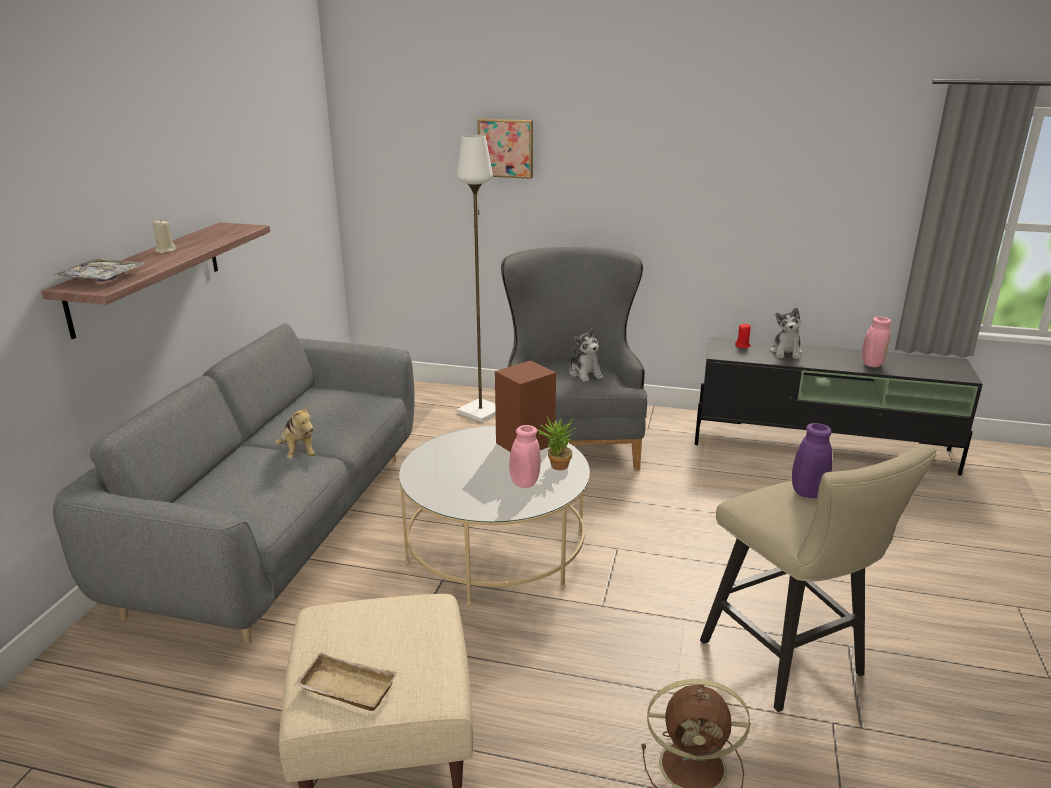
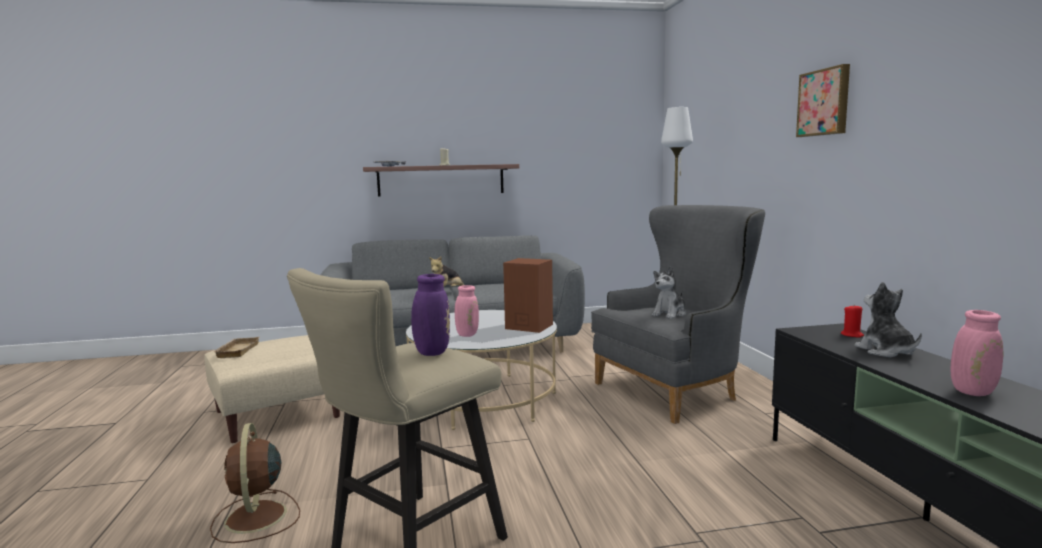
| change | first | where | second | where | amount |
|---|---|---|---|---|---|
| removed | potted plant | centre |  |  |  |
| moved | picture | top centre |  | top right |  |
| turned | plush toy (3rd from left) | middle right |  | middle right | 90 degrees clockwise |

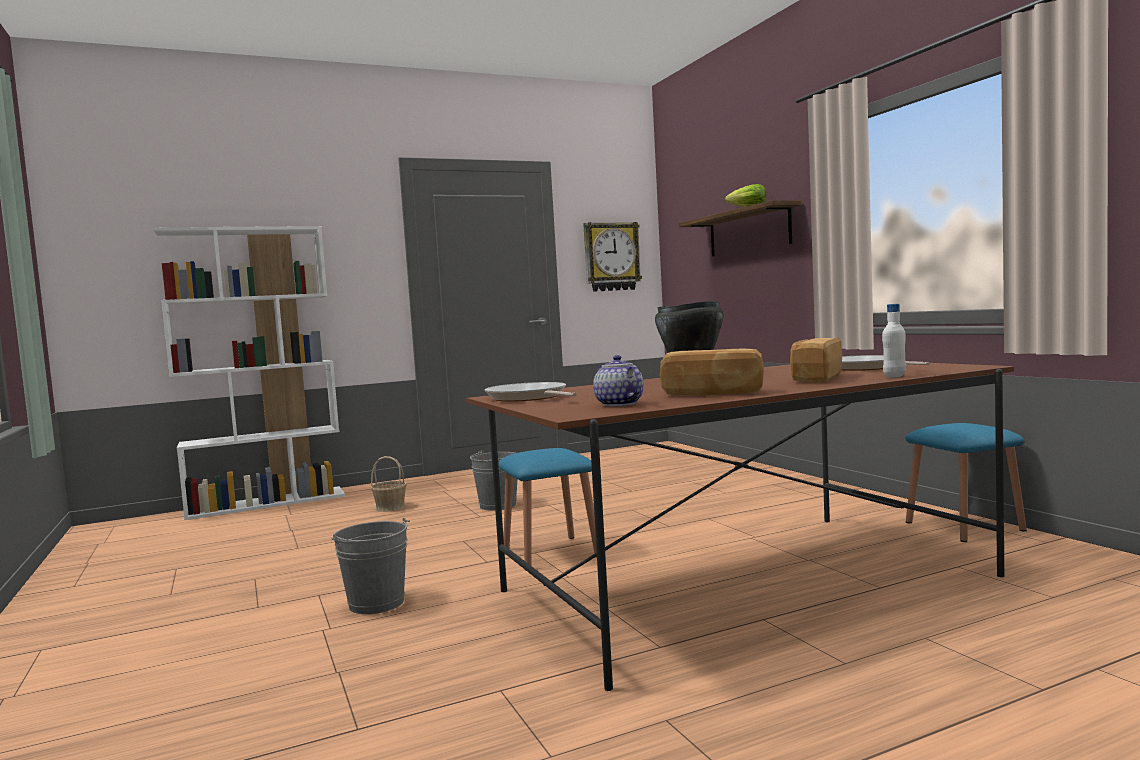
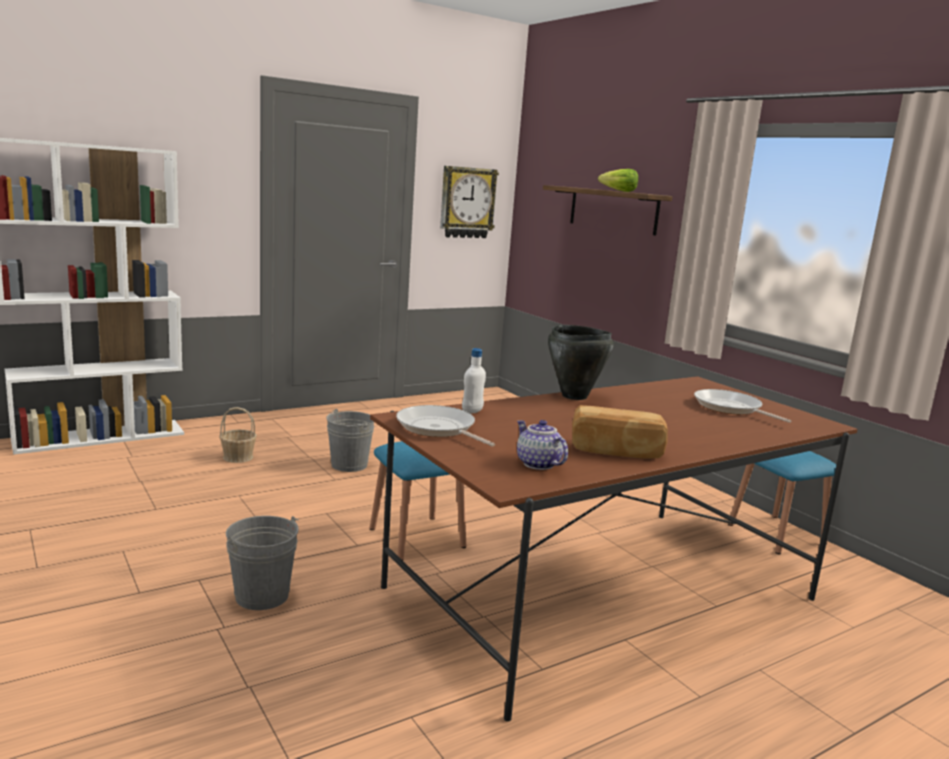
| change | first | where | second | where | amount |
|---|---|---|---|---|---|
| removed | bread (2nd from left) | middle right |  |  |  |
| moved | white bottle | middle right |  | centre |  |

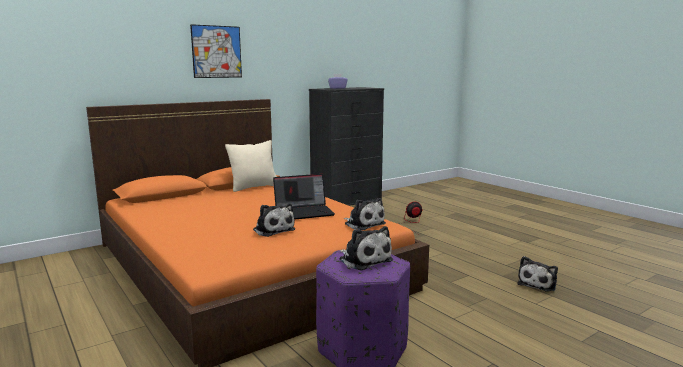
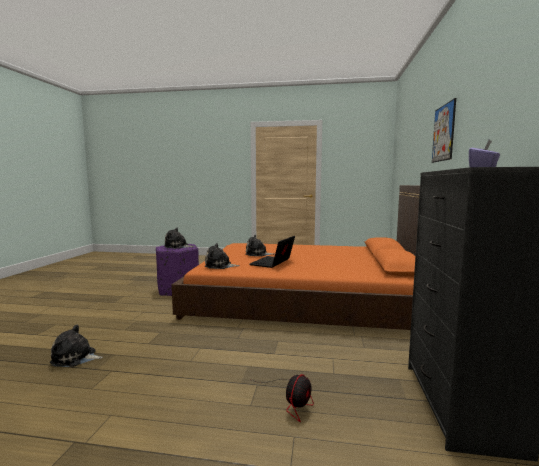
| change | first | where | second | where | amount |
|---|---|---|---|---|---|
| removed | beige pillow | centre |  |  |  |
| turned | plush toy (4th from left in the first image) | bottom right | plush toy (1st from left) | bottom left | 75 degrees counterclockwise |

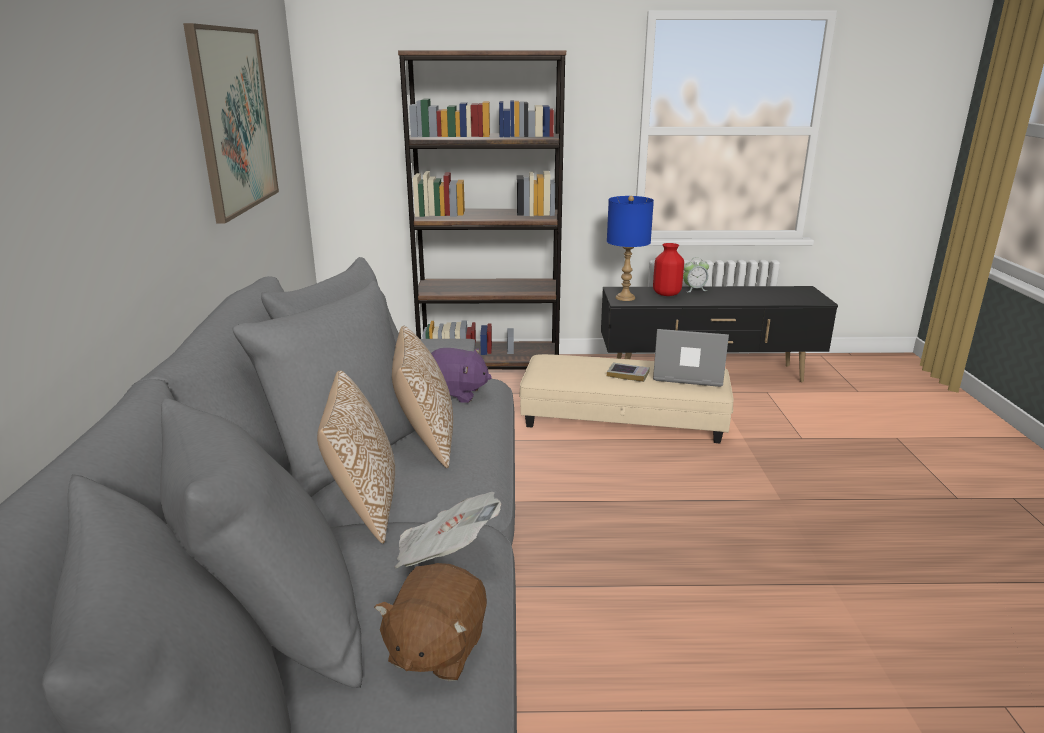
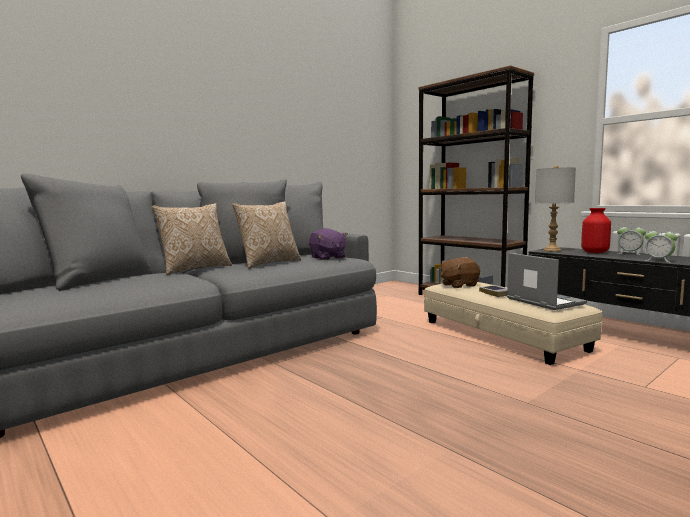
| change | first | where | second | where | amount |
|---|---|---|---|---|---|
| removed | picture | top left |  |  |  |
| removed | newspaper | bottom centre |  |  |  |
| added |  |  | alarm clock (2nd from left) | middle right |  |
| moved | brown plush toy | bottom centre |  | middle right |  |
| recoloured | blue table lamp | centre | grey table lamp | middle right |  |

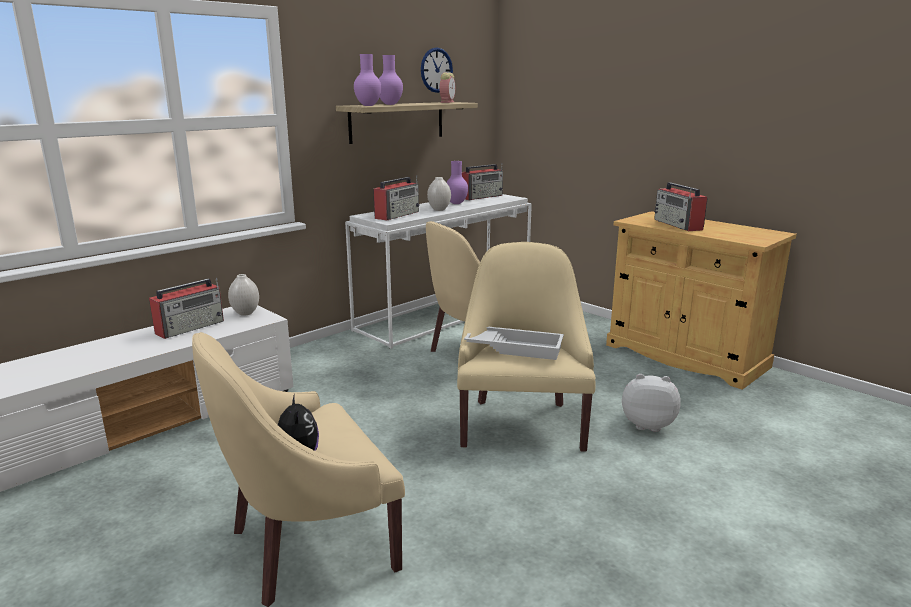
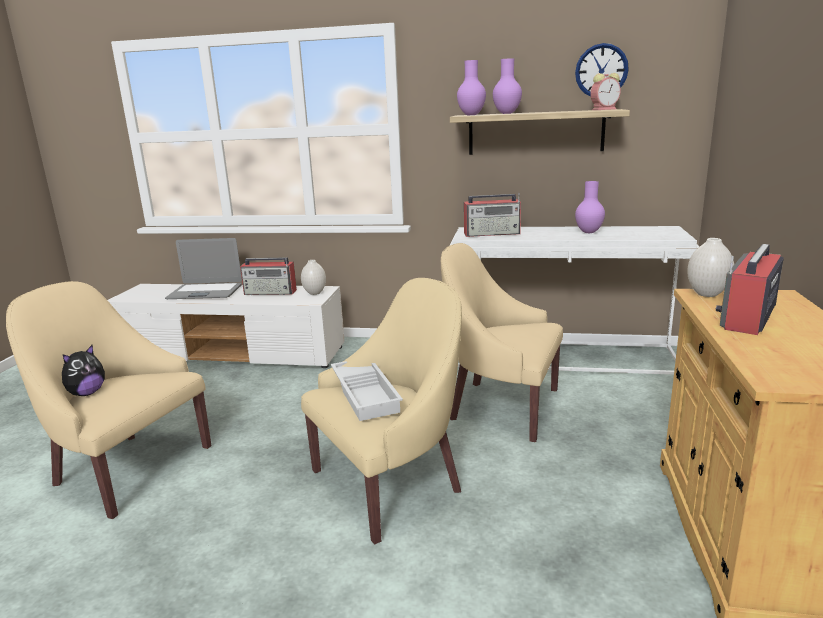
| change | first | where | second | where | amount |
|---|---|---|---|---|---|
| removed | radio (3rd from left) | top centre |  |  |  |
| removed | plush toy (2nd from left) | middle right |  |  |  |
| added |  |  | laptop | middle left |  |
| moved | white vase (2nd from left) | top centre |  | middle right |  |

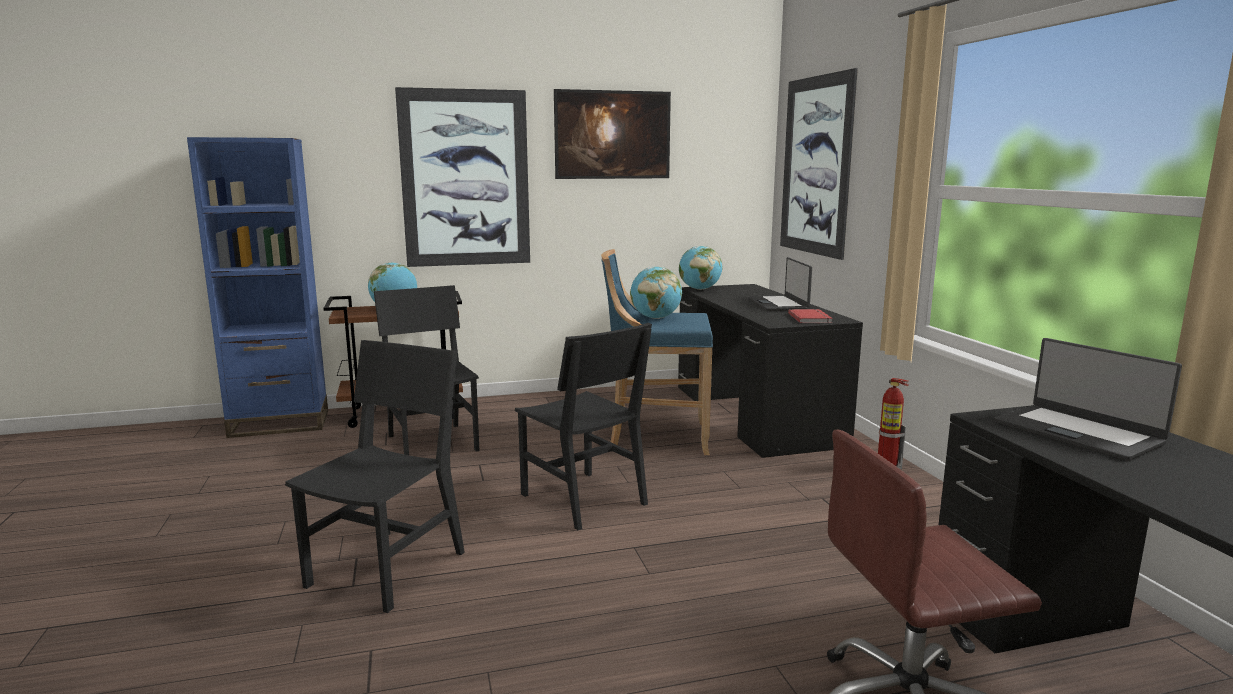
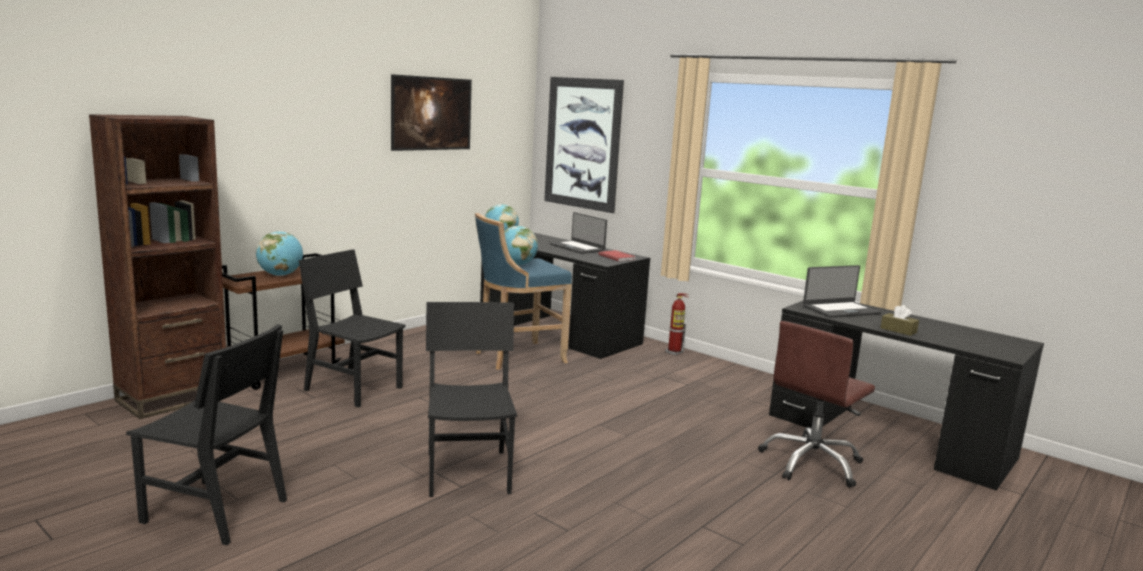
| change | first | where | second | where | amount |
|---|---|---|---|---|---|
| removed | picture (1st from left) | top centre |  |  |  |
| added |  |  | brown tissue box | middle right |  |
| moved | black chair (3rd from left in the first image) | centre | black chair (1st from left) | bottom left |  |
| recoloured | blue bookcase | middle left | brown bookcase | middle left |  |
| turned | laptop (2nd from left) | middle right |  | middle right | 45 degrees counterclockwise |

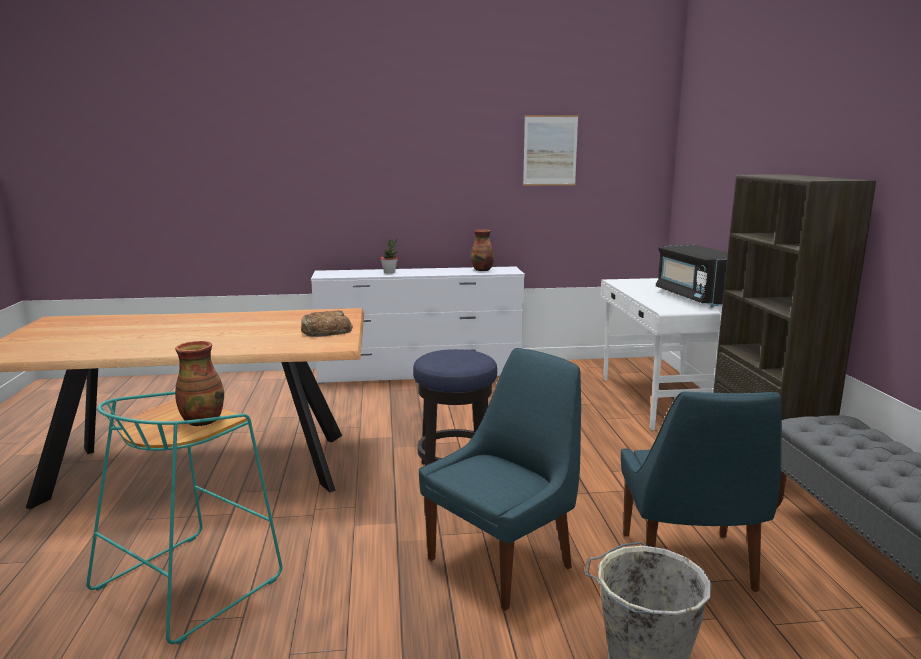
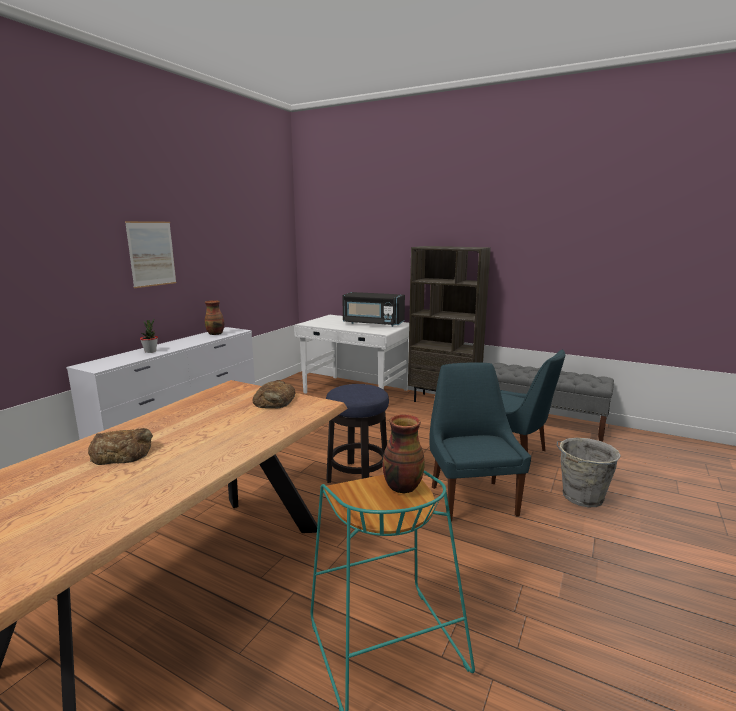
| change | first | where | second | where | amount |
|---|---|---|---|---|---|
| added |  |  | bread (1st from left) | middle left |  |
| moved | picture | top centre |  | middle left |  |

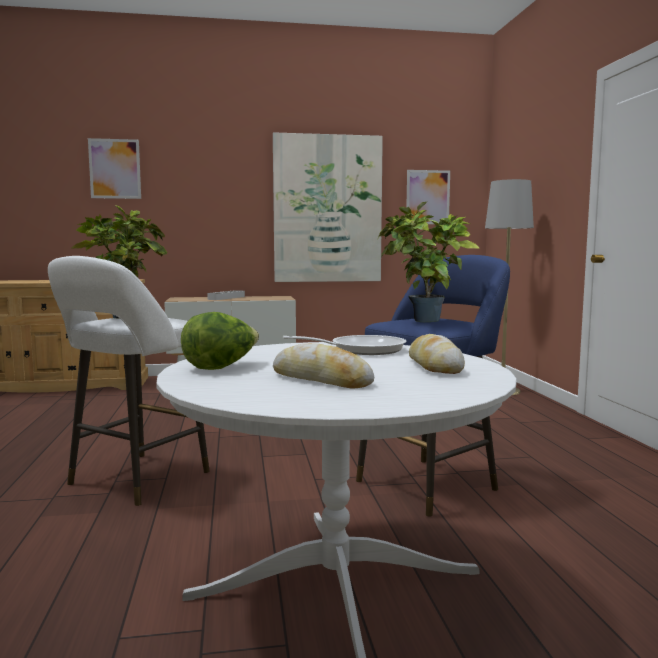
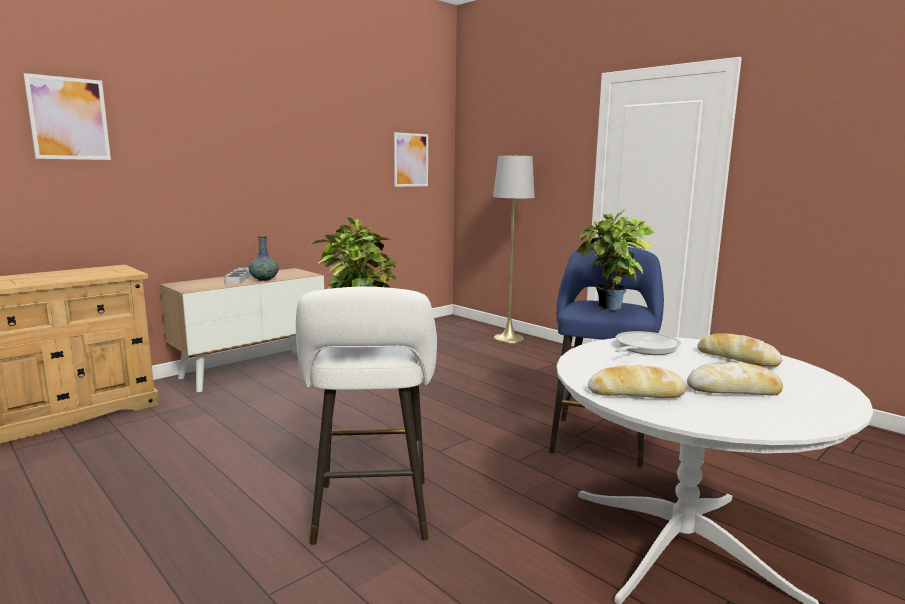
| change | first | where | second | where | amount |
|---|---|---|---|---|---|
| removed | picture (2nd from left) | top centre |  |  |  |
| added |  |  | vase | middle left |  |
| replaced | lettuce | centre | bread (1st from left) | middle right |  |

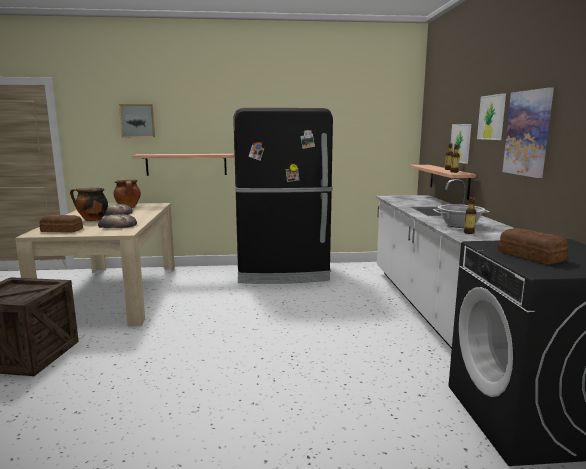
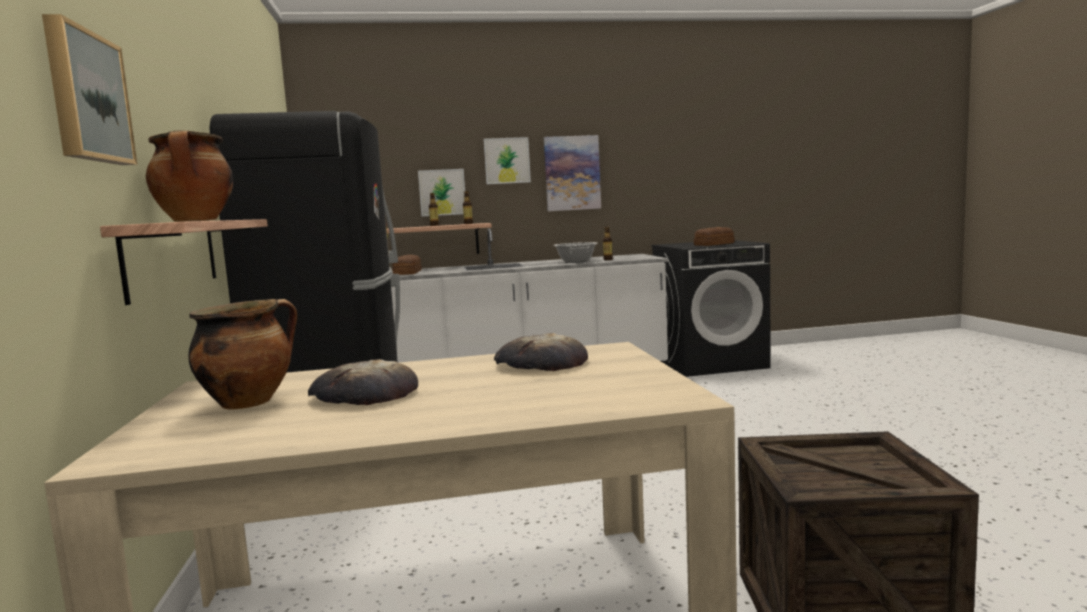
| change | first | where | second | where | amount |
|---|---|---|---|---|---|
| moved | bread (1st from left in the first image) | middle left | bread (2nd from left) | centre |  |
| moved | cooking pot (1st from left) | middle left |  | top left |  |

